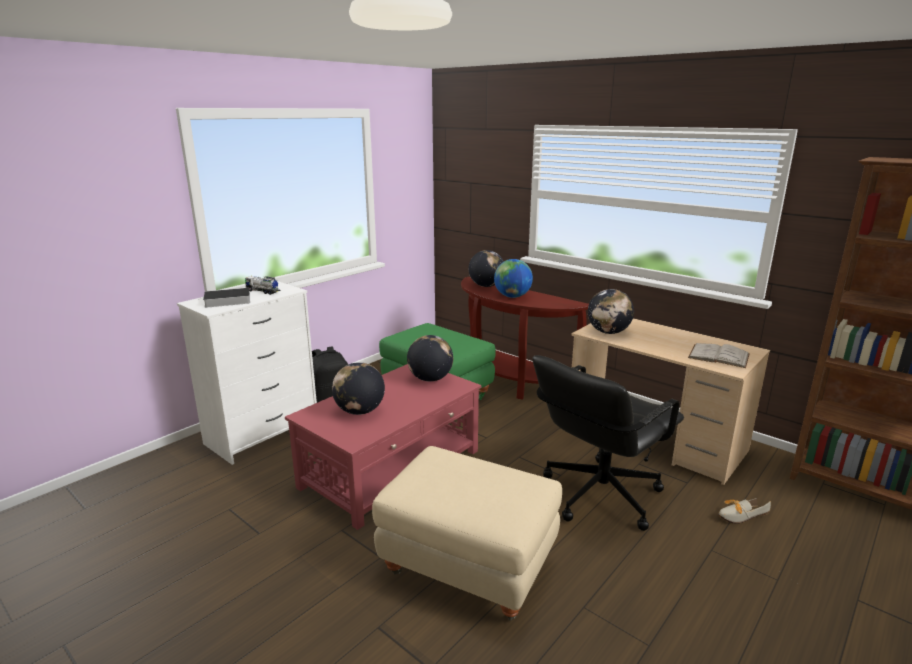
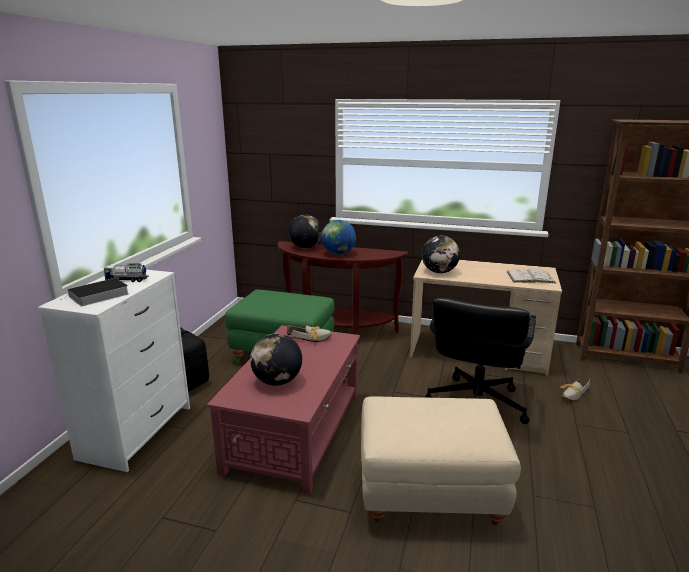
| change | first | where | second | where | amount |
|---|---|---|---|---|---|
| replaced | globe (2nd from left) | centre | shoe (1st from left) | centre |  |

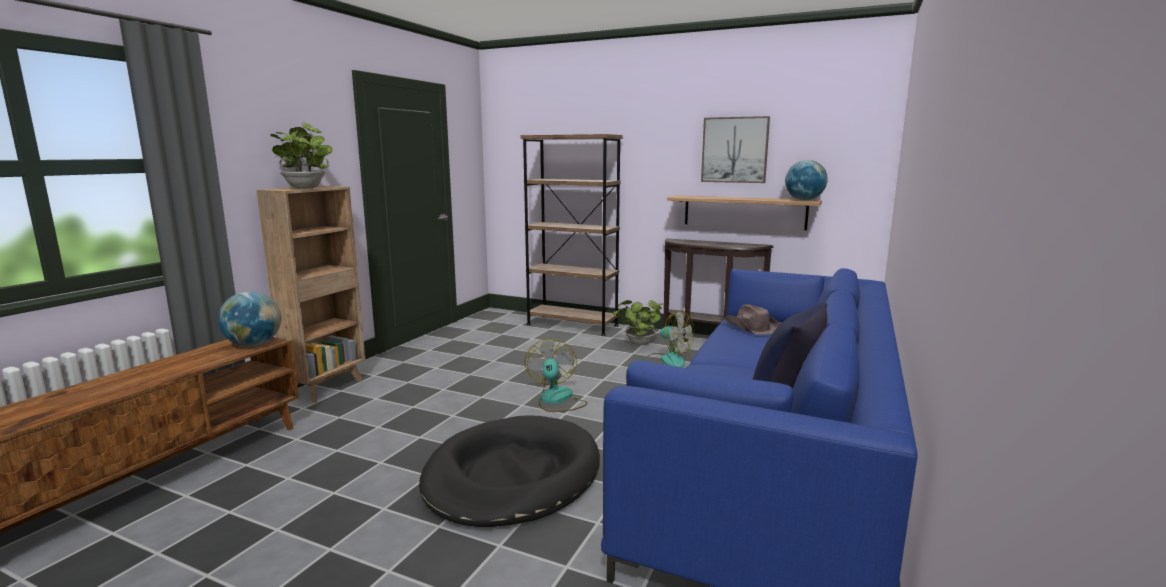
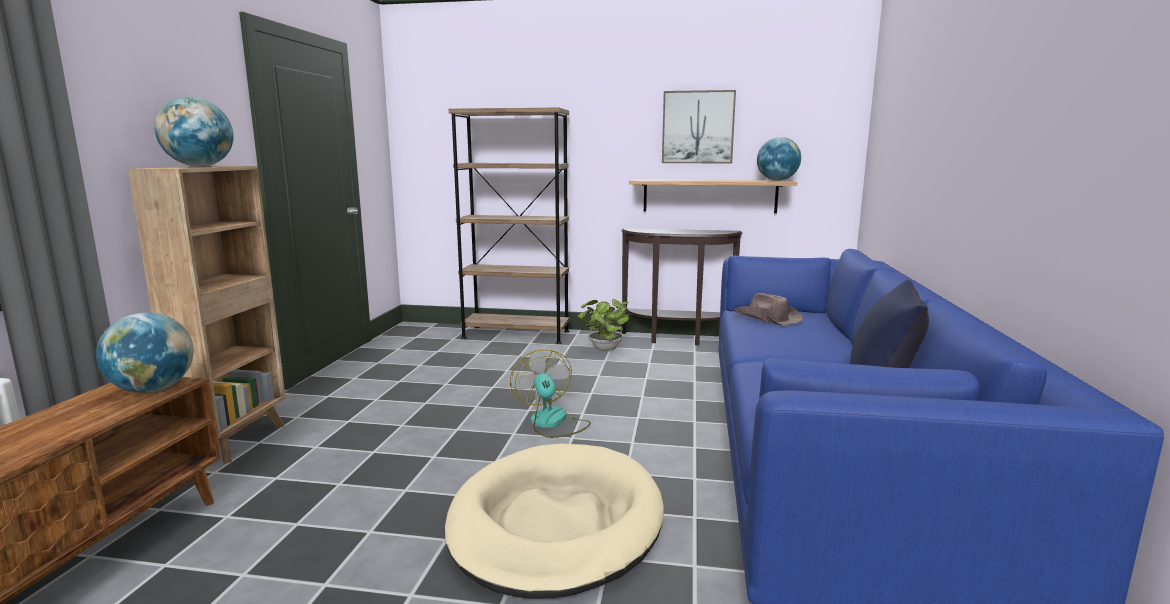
| change | first | where | second | where | amount |
|---|---|---|---|---|---|
| removed | fan (2nd from left) | centre |  |  |  |
| replaced | potted plant (1st from left) | top left | globe (2nd from left) | top left |  |
| recoloured | black dog bed | bottom centre | beige dog bed | bottom centre |  |

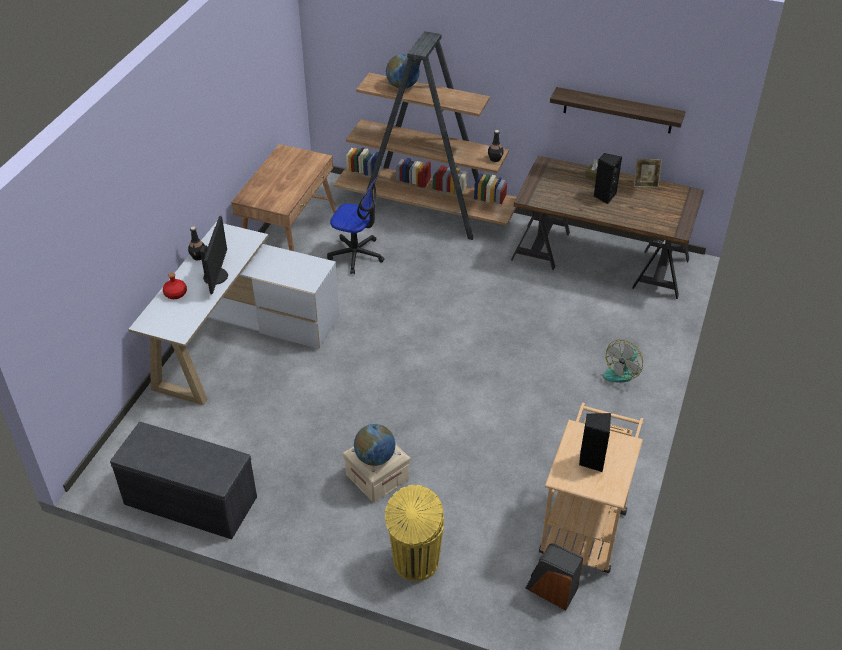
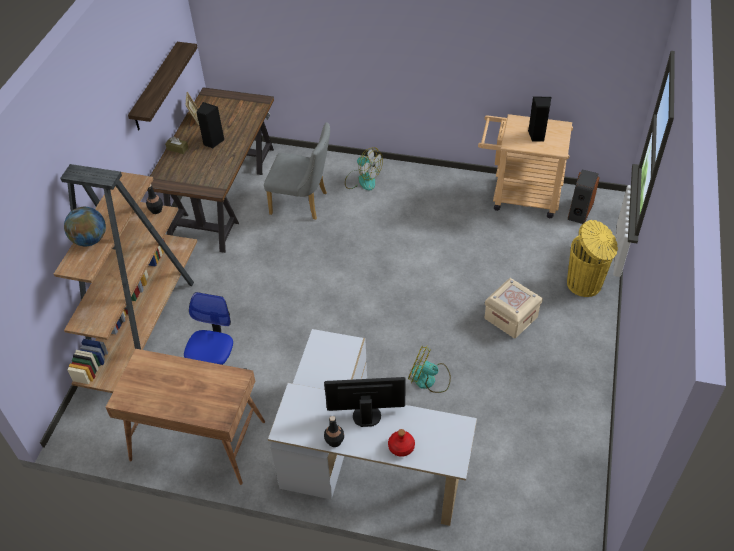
| change | first | where | second | where | amount |
|---|---|---|---|---|---|
| removed | grey bench | bottom left |  |  |  |
| removed | globe (1st from left) | bottom centre |  |  |  |
| added |  |  | grey chair | top centre |  |
| added |  |  | fan (2nd from left) | bottom centre |  |

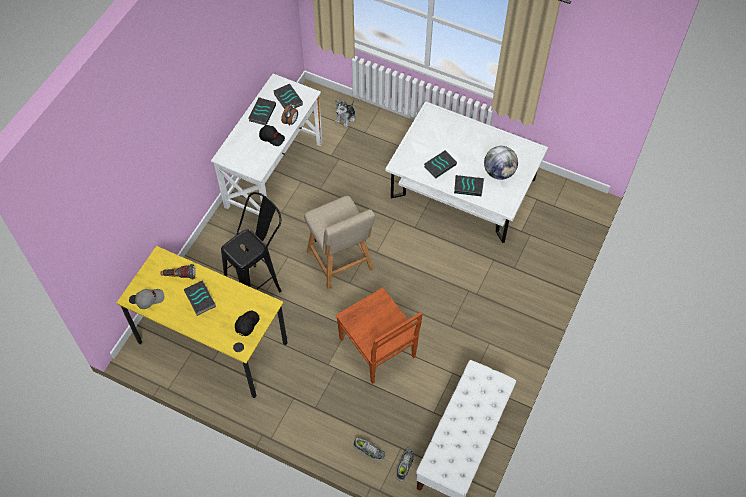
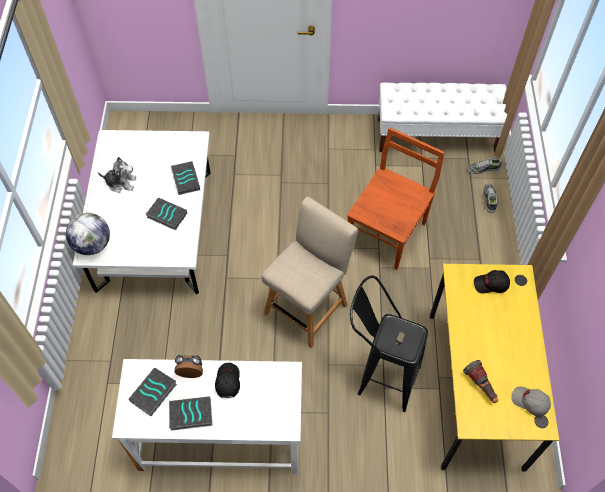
| change | first | where | second | where | amount |
|---|---|---|---|---|---|
| removed | book (1st from left) | middle left |  |  |  |
| moved | plush toy | top centre |  | middle left |  |
| moved | globe | top right |  | middle left |  |

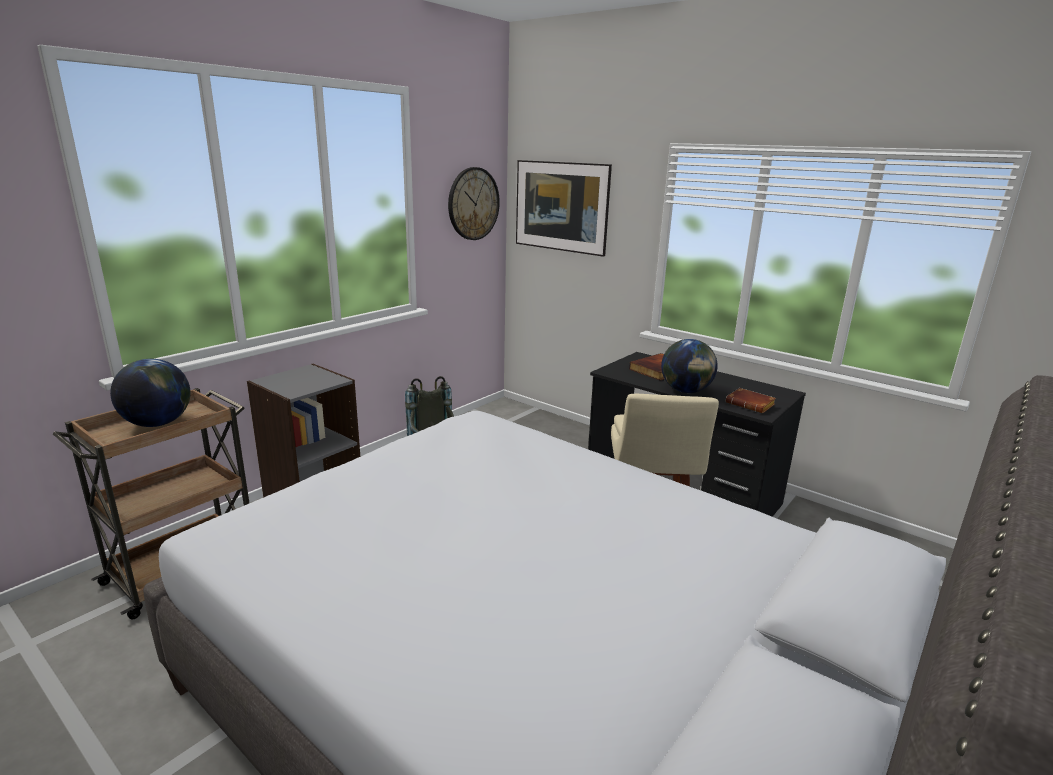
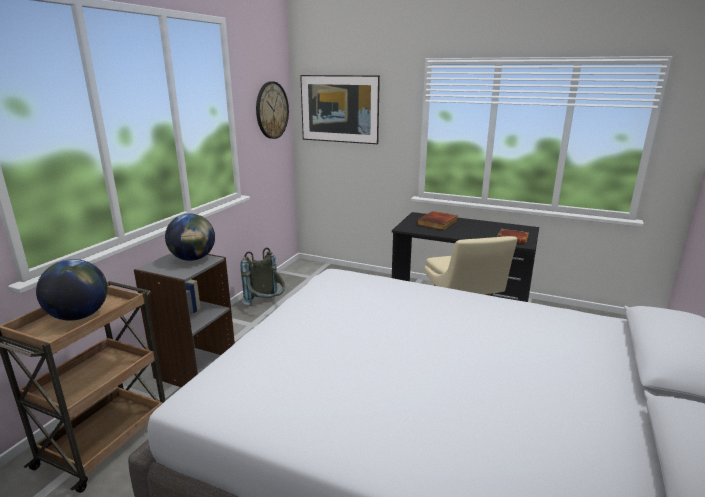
| change | first | where | second | where | amount |
|---|---|---|---|---|---|
| moved | globe (2nd from left) | centre |  | middle left |  |

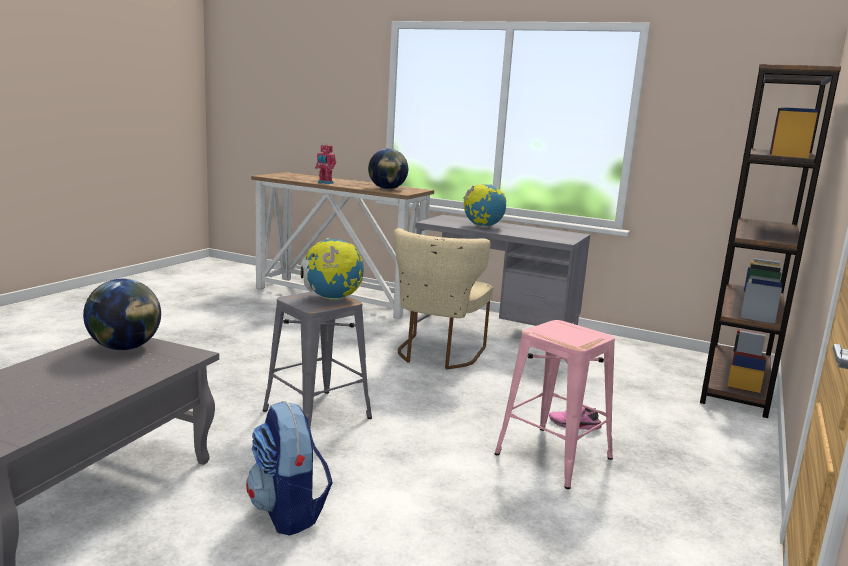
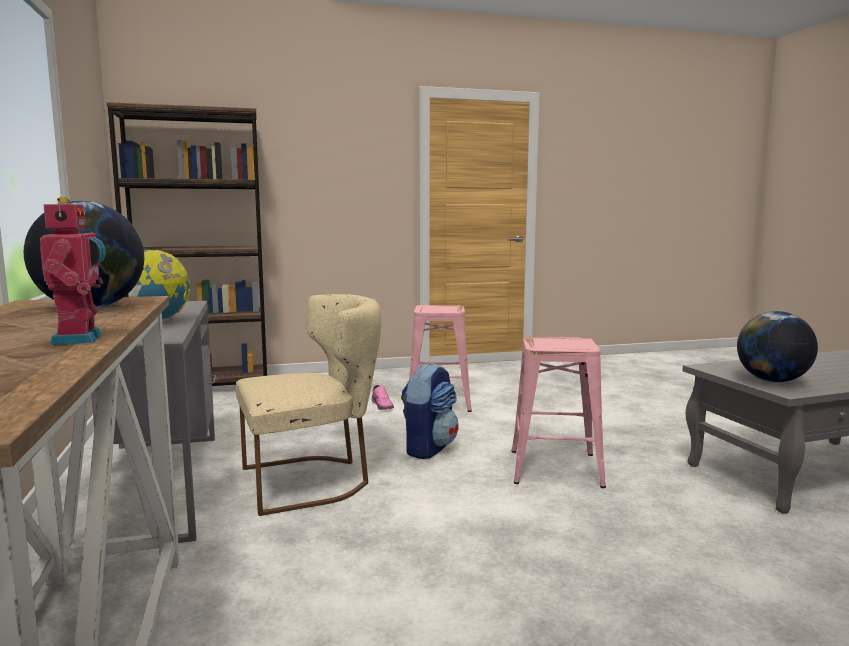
| change | first | where | second | where | amount |
|---|---|---|---|---|---|
| removed | globe (2nd from left) | centre |  |  |  |
| moved | backpack | bottom centre |  | centre |  |
| recoloured | grey stool | centre | pink stool (2nd from left) | centre |  |

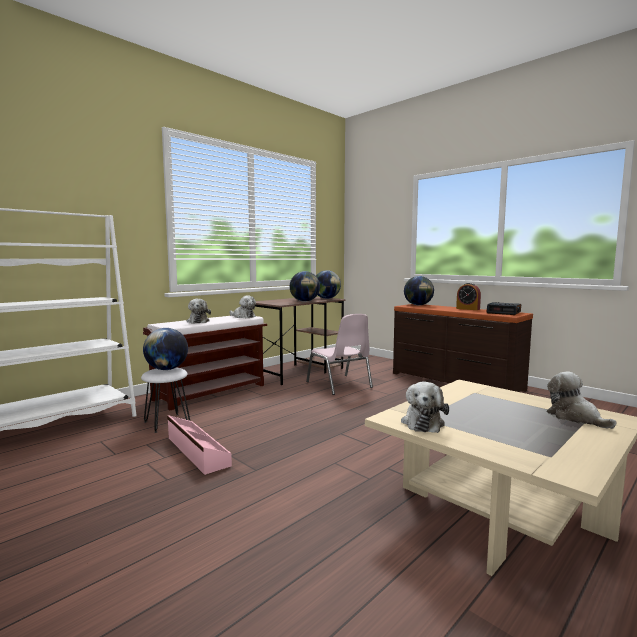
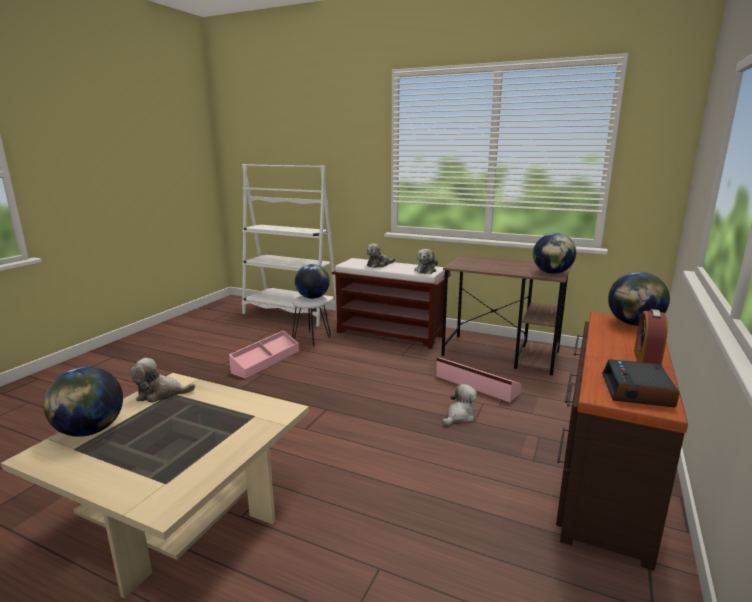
| change | first | where | second | where | amount |
|---|---|---|---|---|---|
| moved | globe (2nd from left in the first image) | centre | globe (1st from left) | bottom left |  |
| moved | plush toy (4th from left) | middle right |  | bottom centre |  |
| replaced | pink chair | centre | pink storage box (2nd from left) | centre |  |

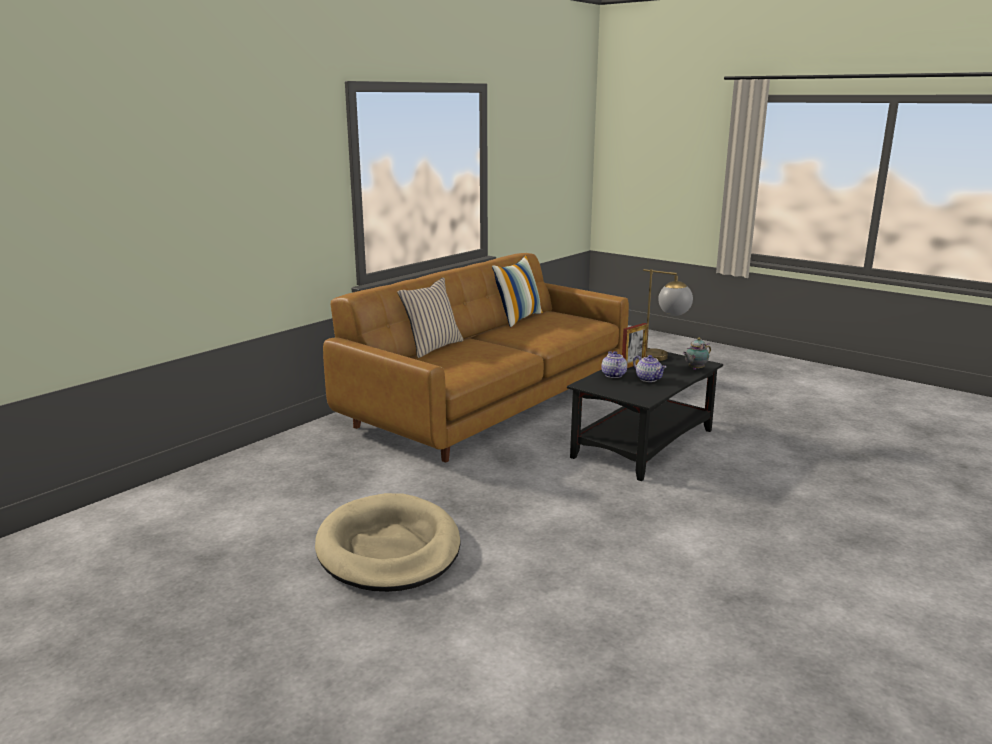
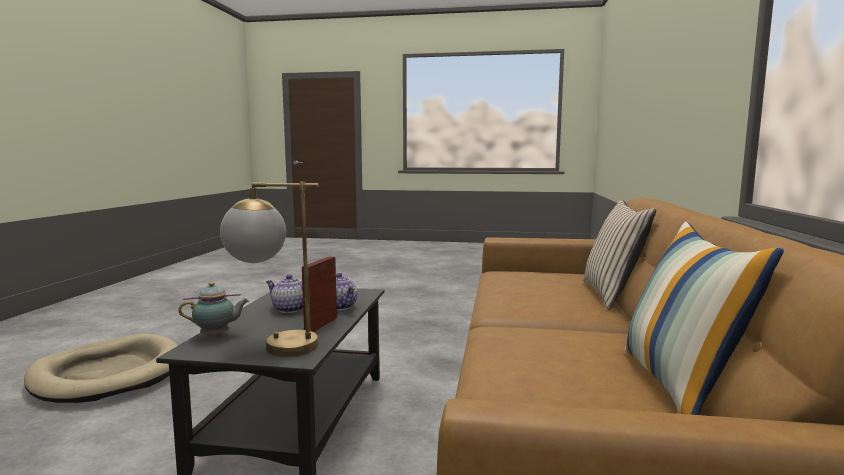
| change | first | where | second | where | amount |
|---|---|---|---|---|---|
| moved | beige dog bed | bottom centre |  | bottom left |  |
| turned | teapot (3rd from left in the first image) | middle right | teapot (1st from left) | middle left | 45 degrees clockwise |

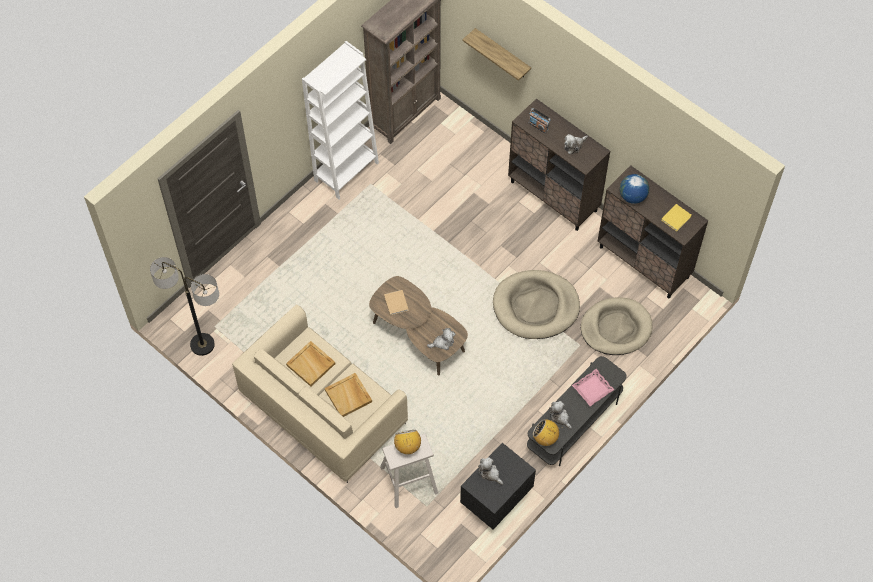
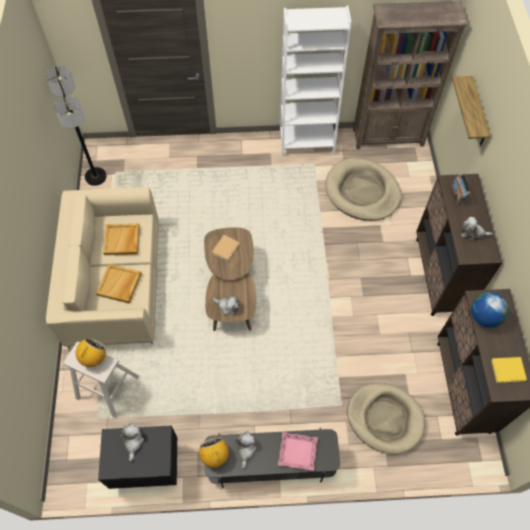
| change | first | where | second | where | amount |
|---|---|---|---|---|---|
| moved | beige dog bed (1st from left) | centre |  | middle right |  |

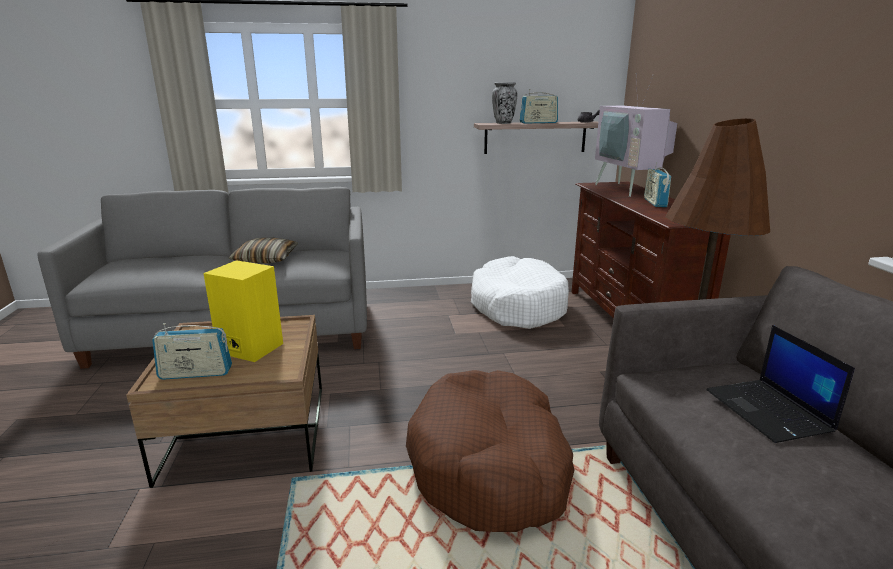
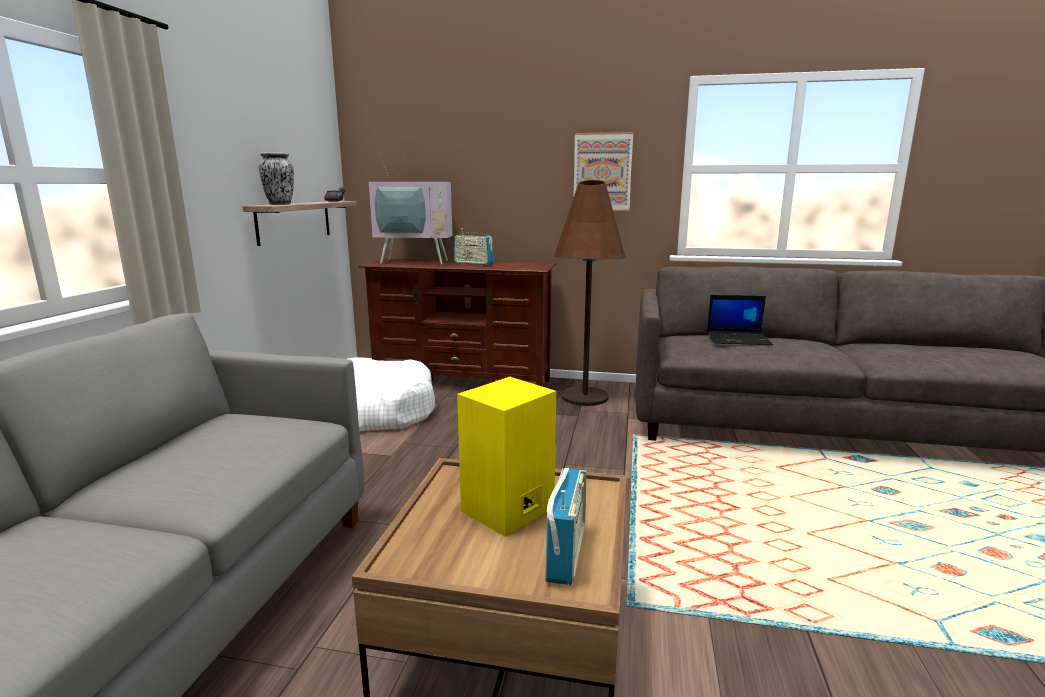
| change | first | where | second | where | amount |
|---|---|---|---|---|---|
| removed | pillow | middle left |  |  |  |
| removed | brown dog bed | bottom centre |  |  |  |
| removed | radio (2nd from left) | top centre |  |  |  |
| added |  |  | picture | top centre |  |

